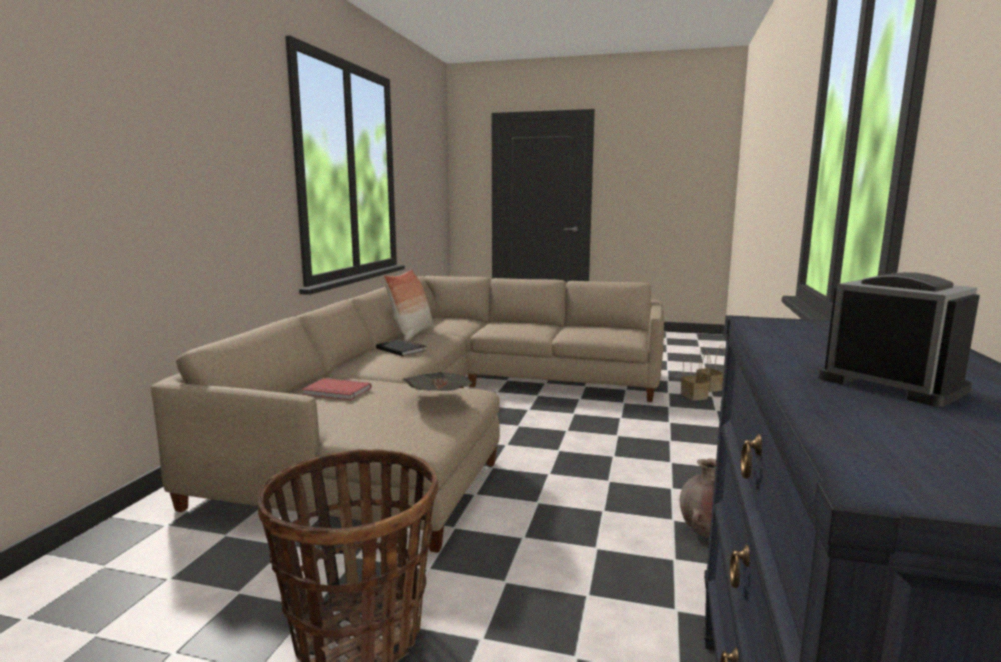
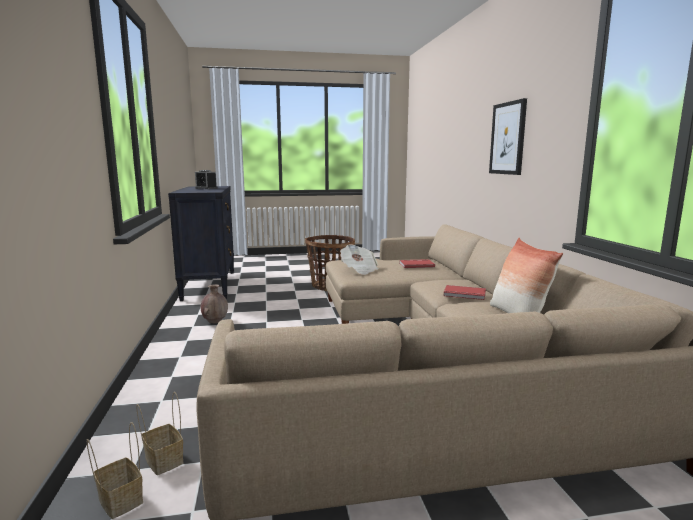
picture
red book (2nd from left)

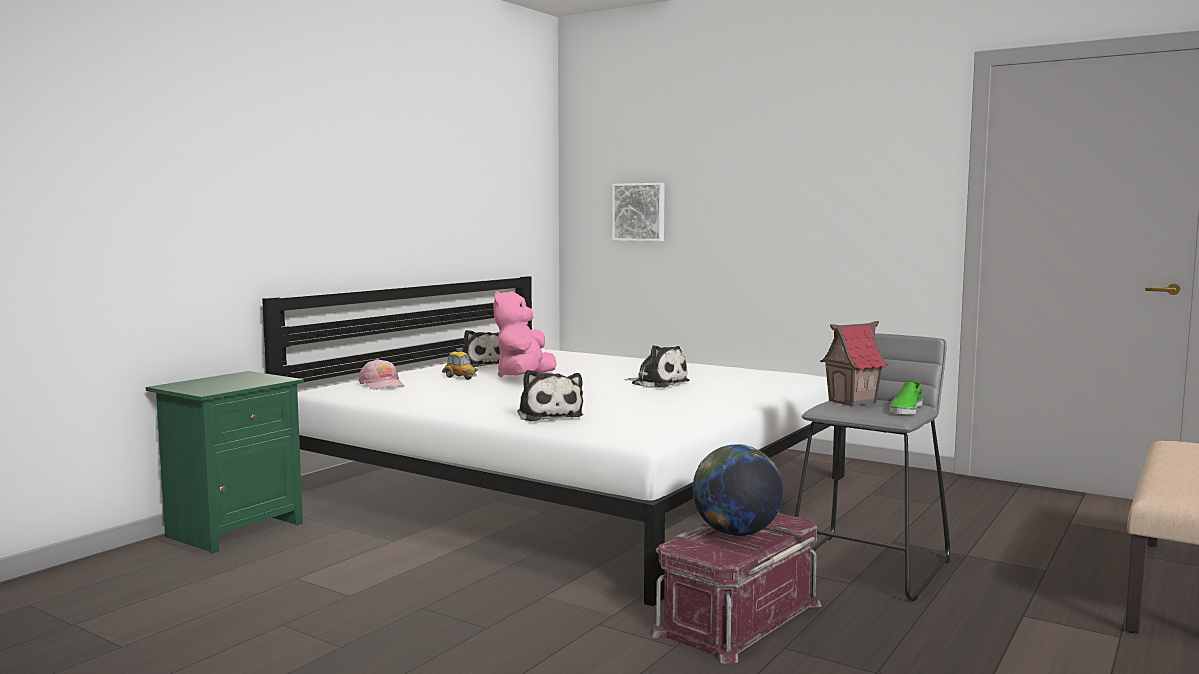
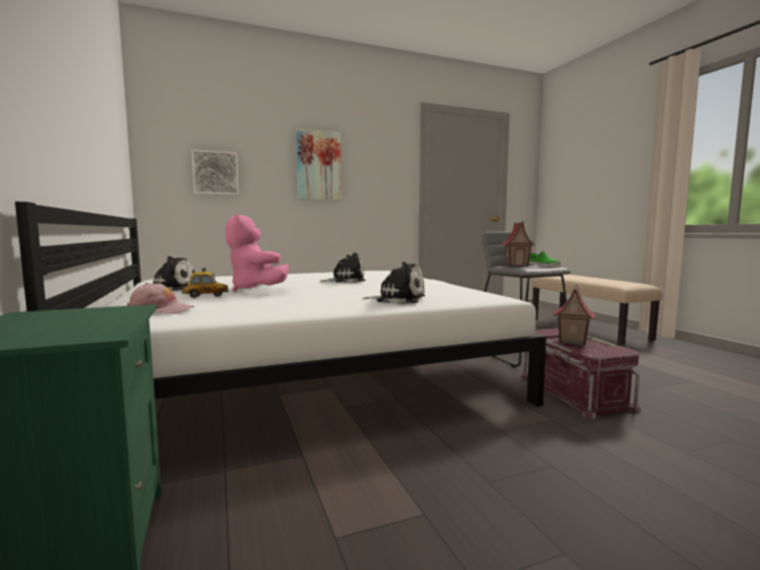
picture (2nd from left)
toy house (2nd from left)

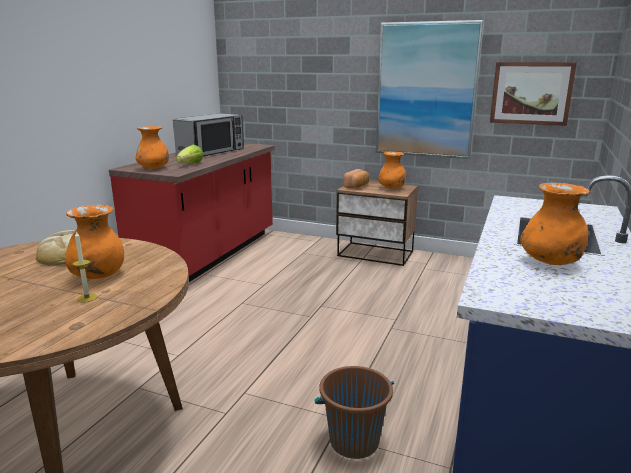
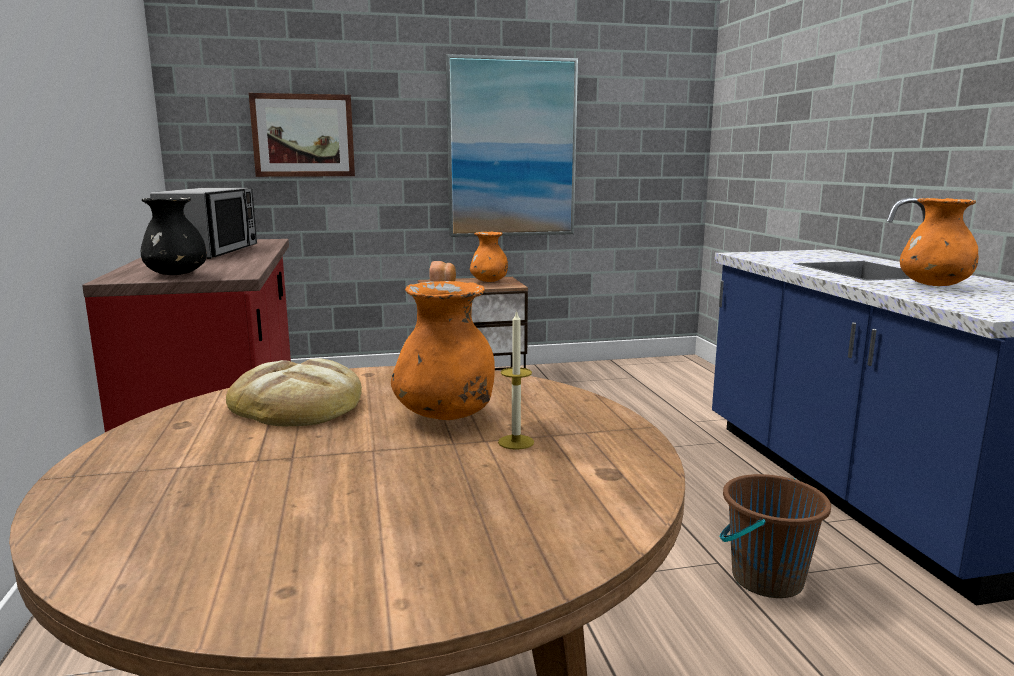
lettuce
picture (1st from left)
black vase

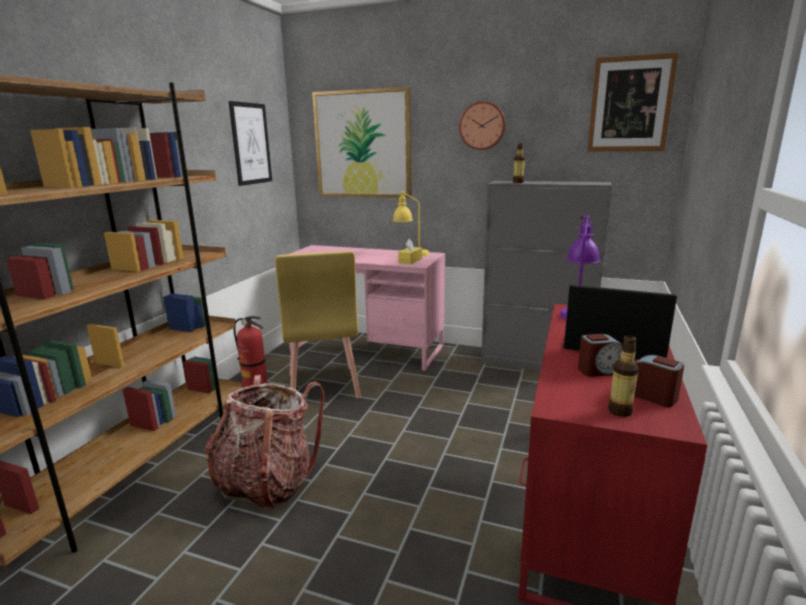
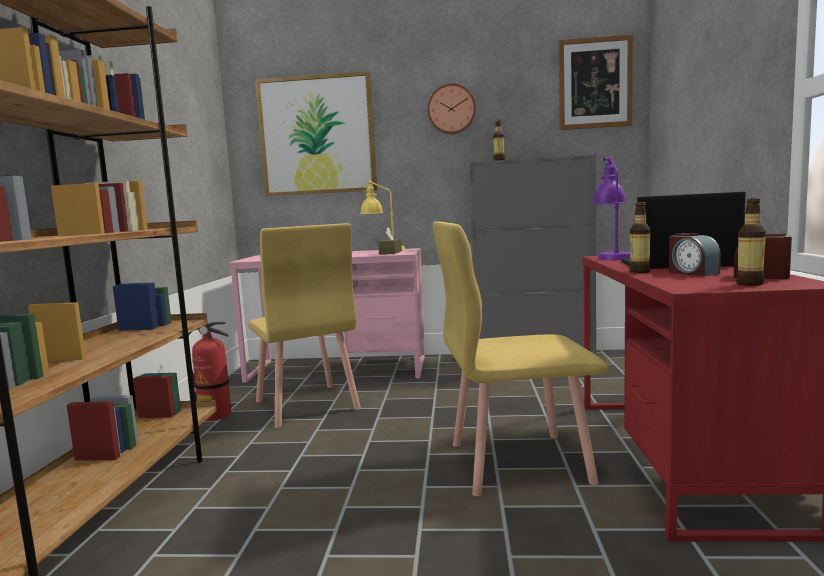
backpack
picture (1st from left in the first image)
yellow chair (2nd from left)
bottle (2nd from left)
brown tissue box
alarm clock (1st from left)

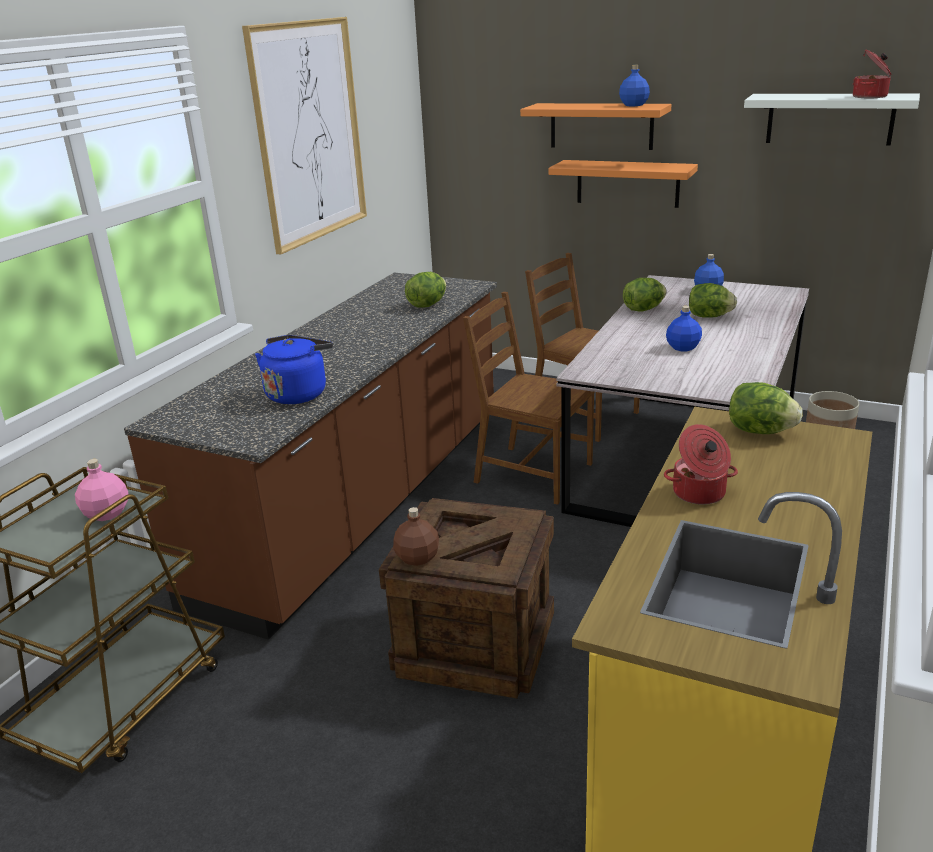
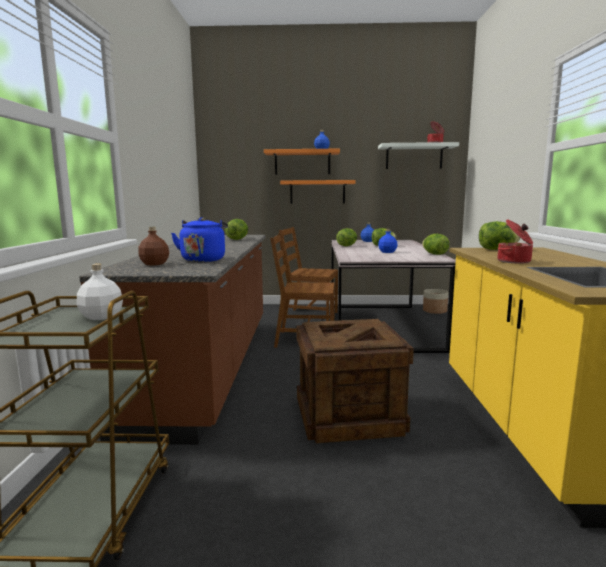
picture
lettuce (4th from left)
brown bottle
white bottle

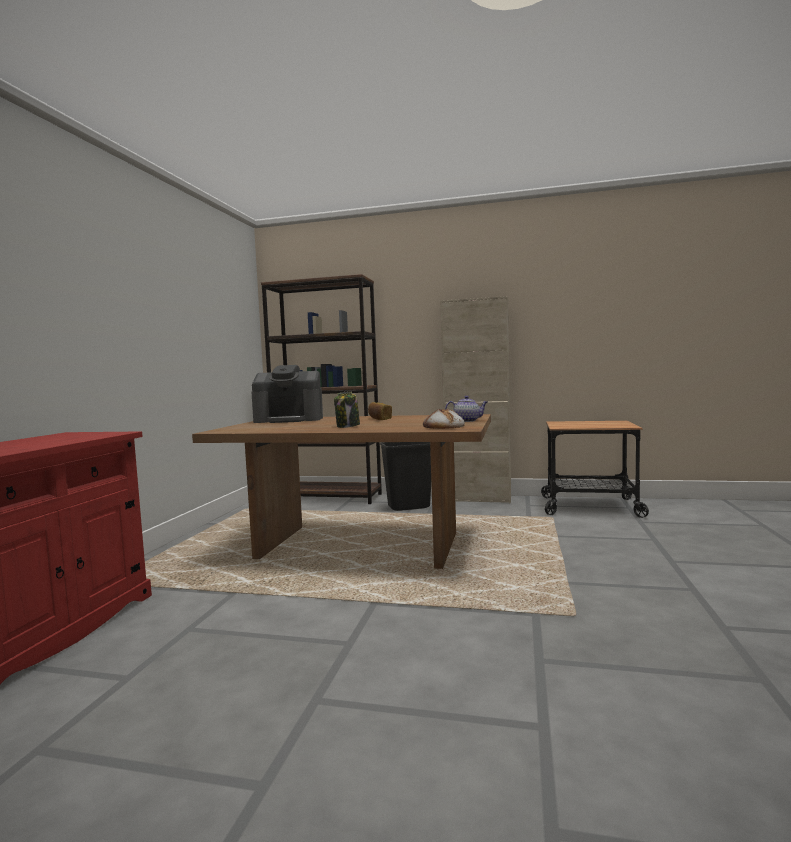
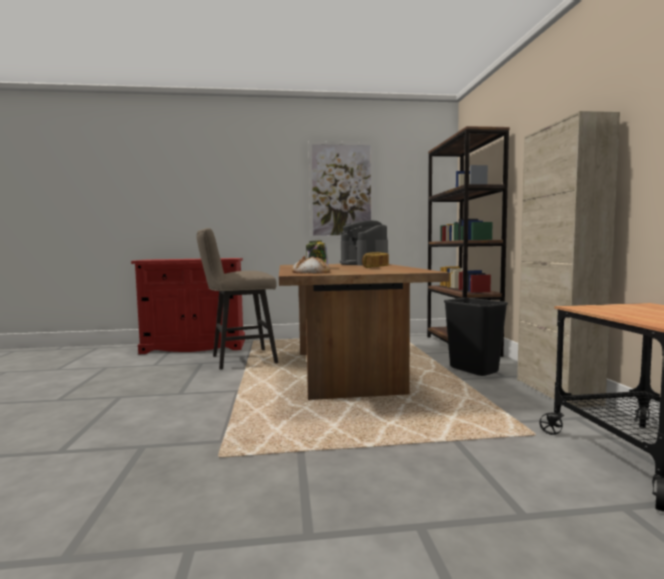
teapot
beige stool
picture

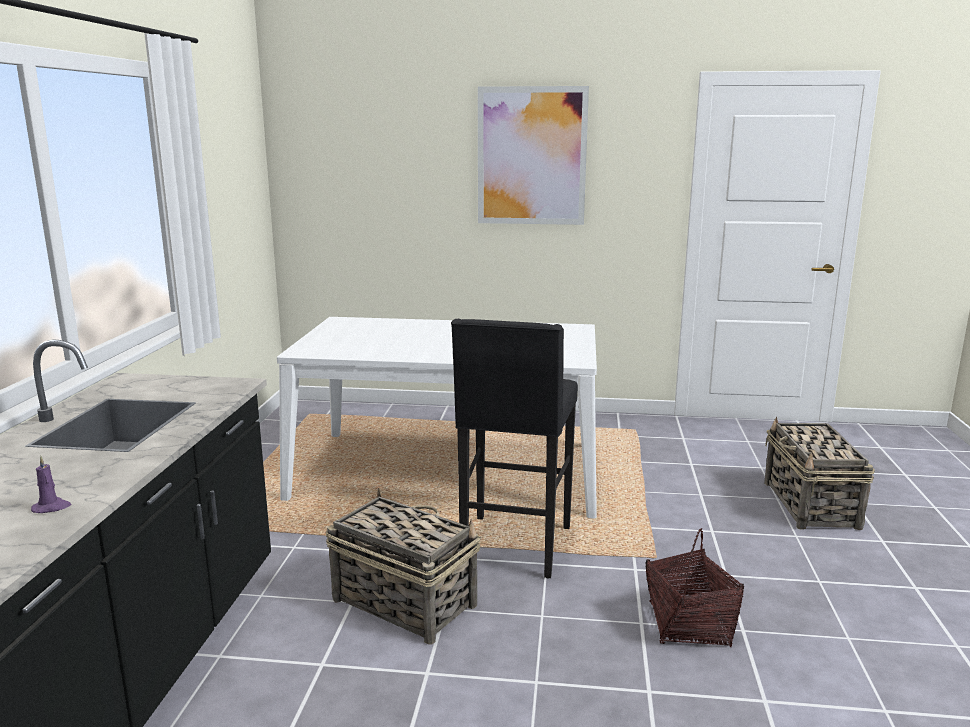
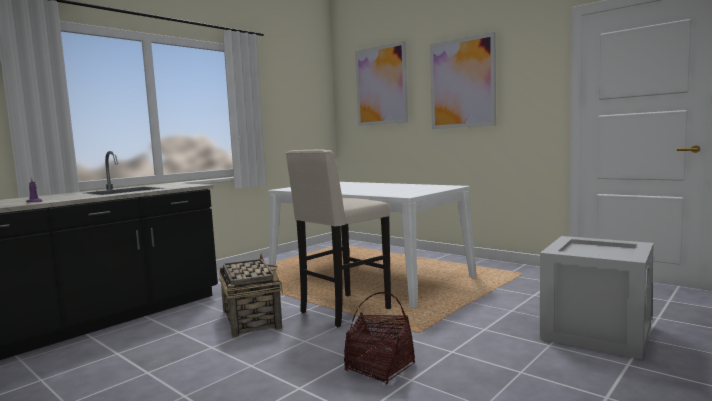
picture (1st from left)
crate
beige stool

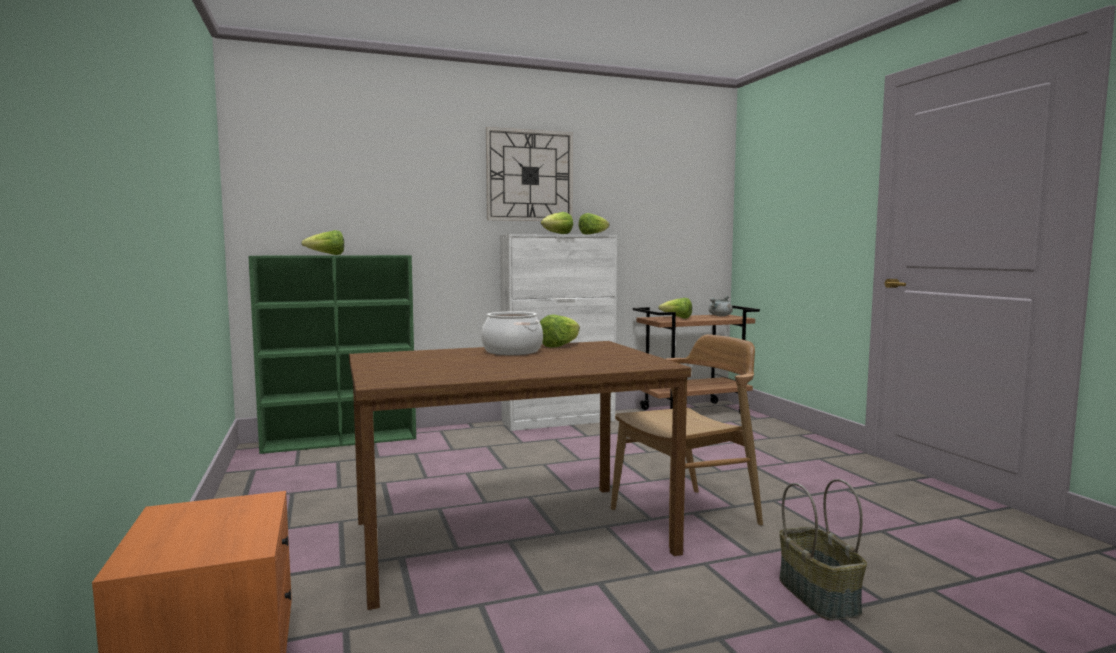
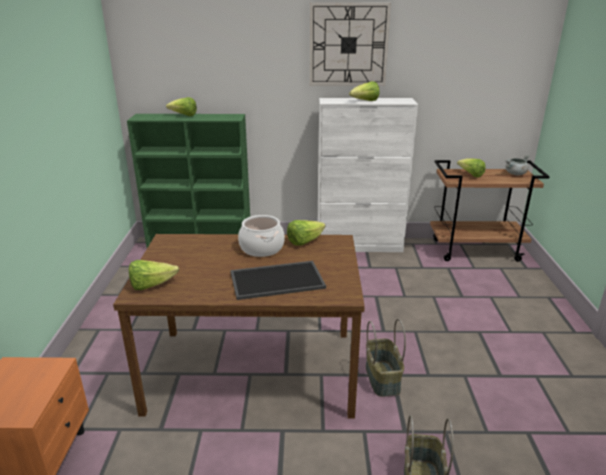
tray
lettuce (1st from left)
basket (1st from left)

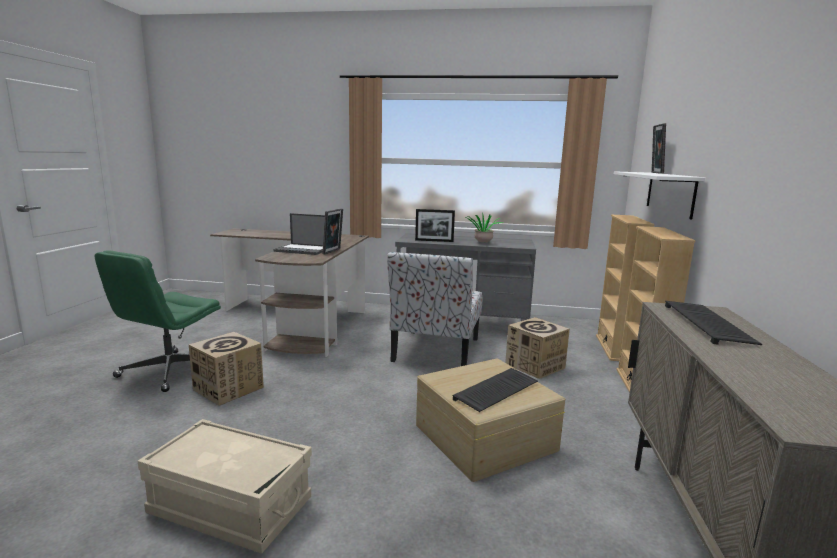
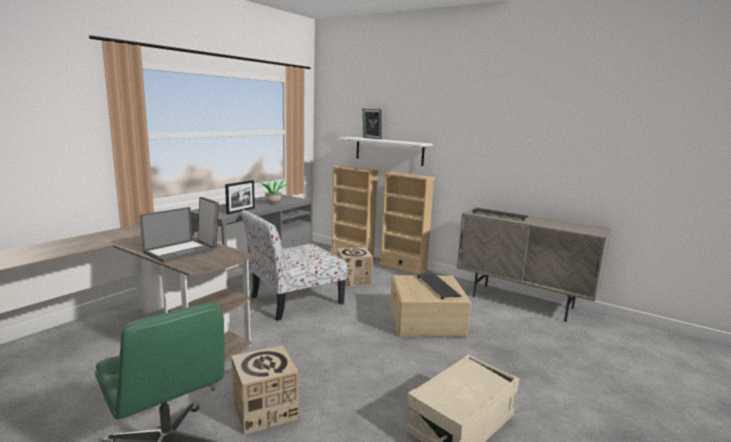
chair

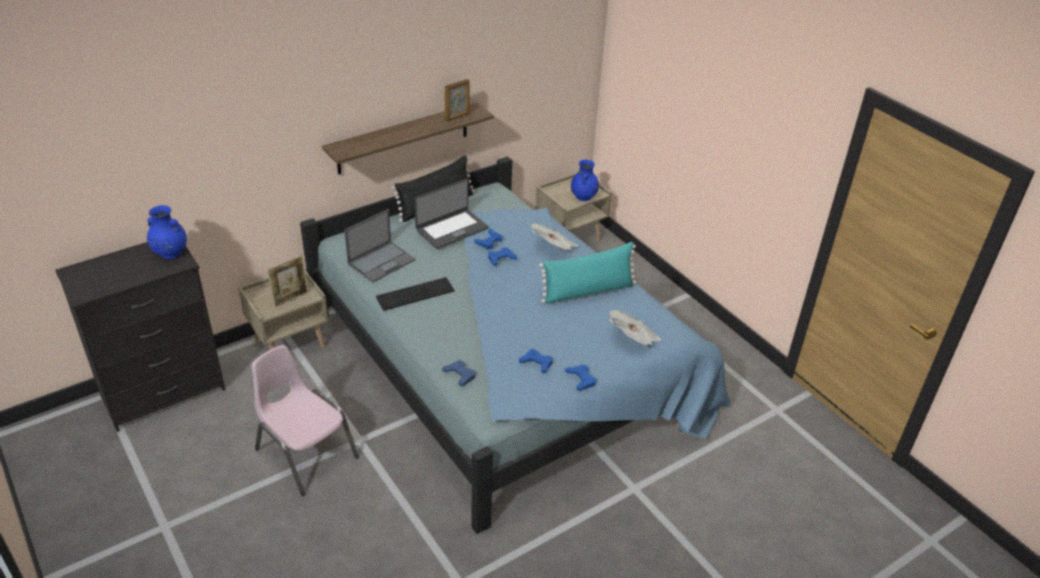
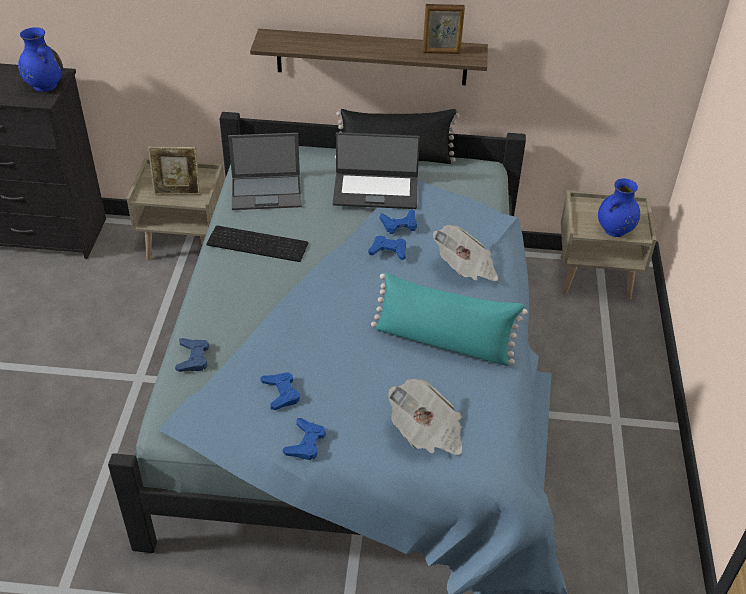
pink chair

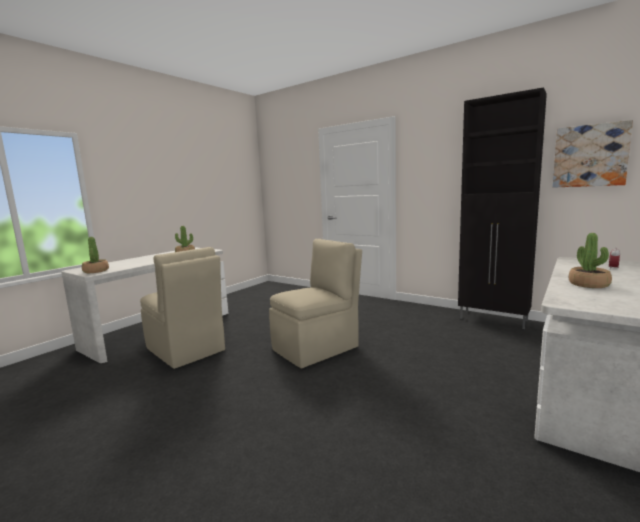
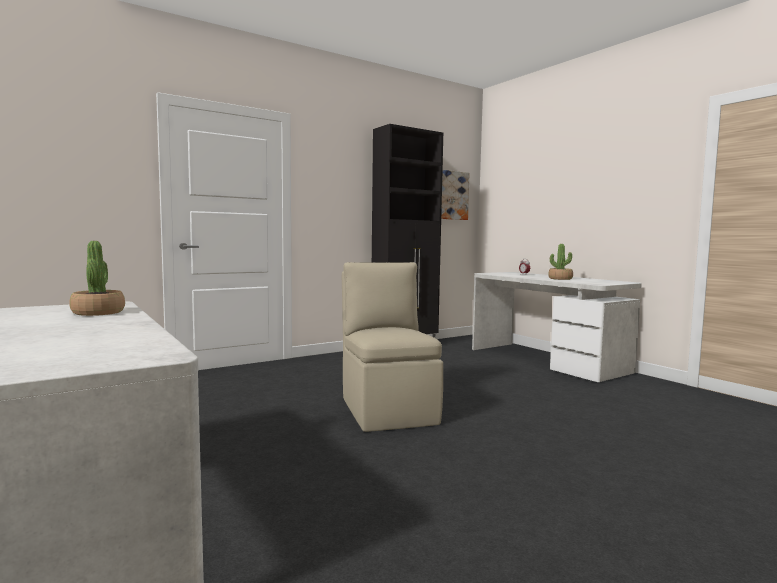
potted plant (1st from left in the first image)
beige chair (1st from left in the first image)

